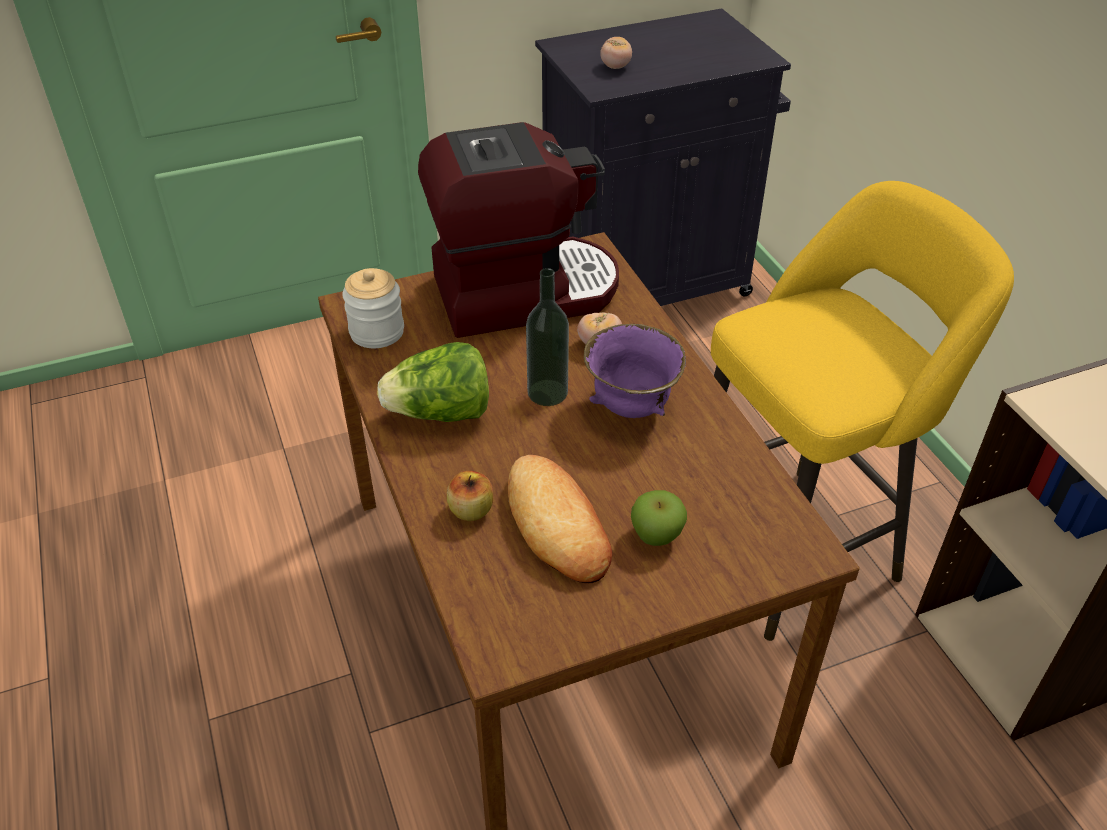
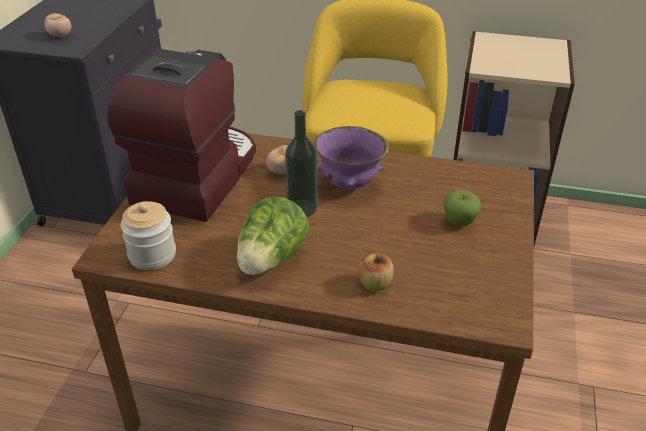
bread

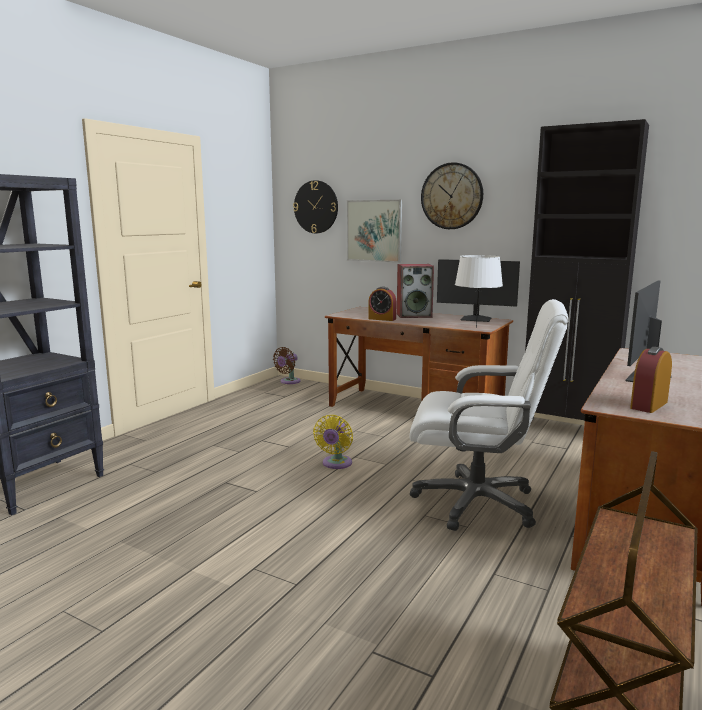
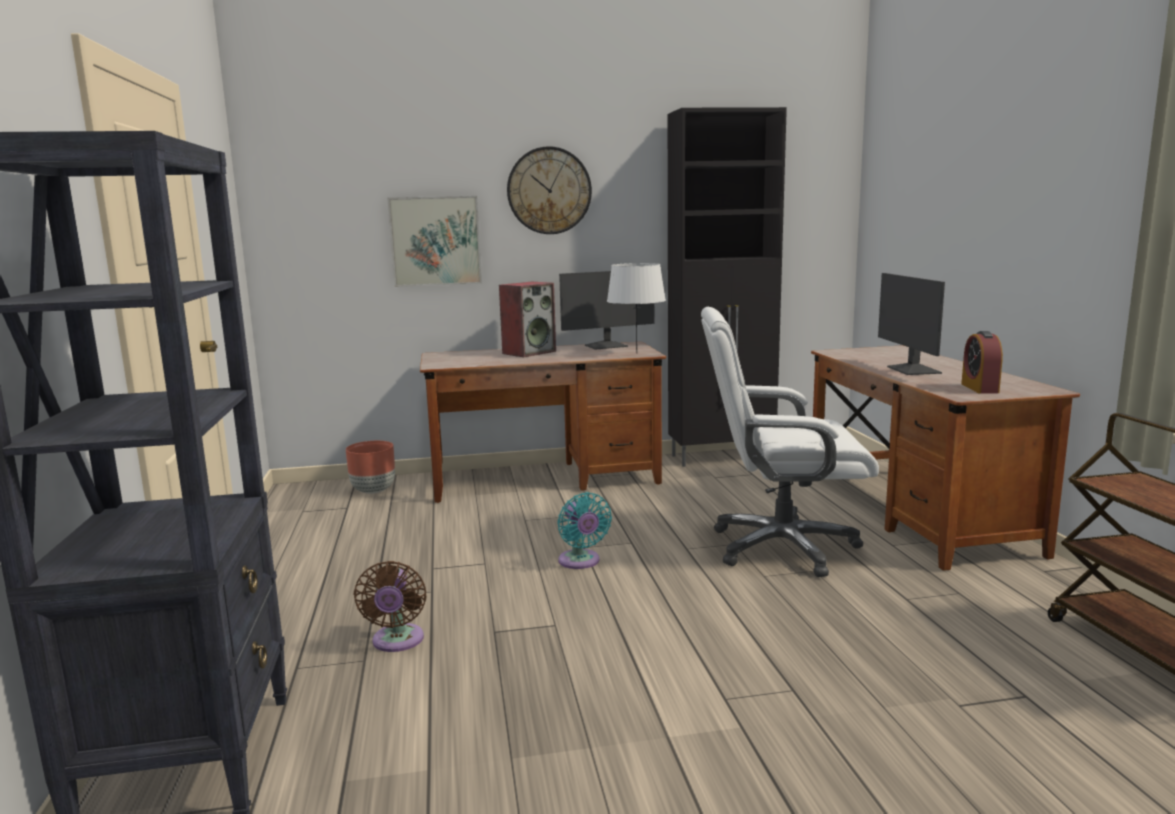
wall clock (1st from left in the first image)
alarm clock (1st from left in the first image)
brown planter
brown fan
turquoise fan
white office chair

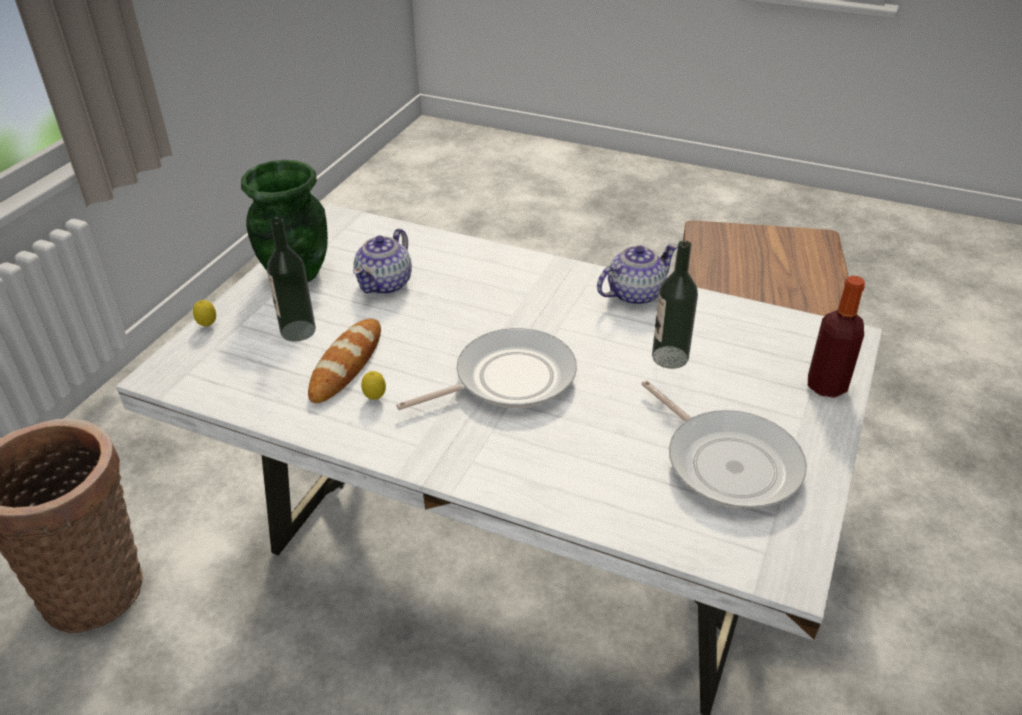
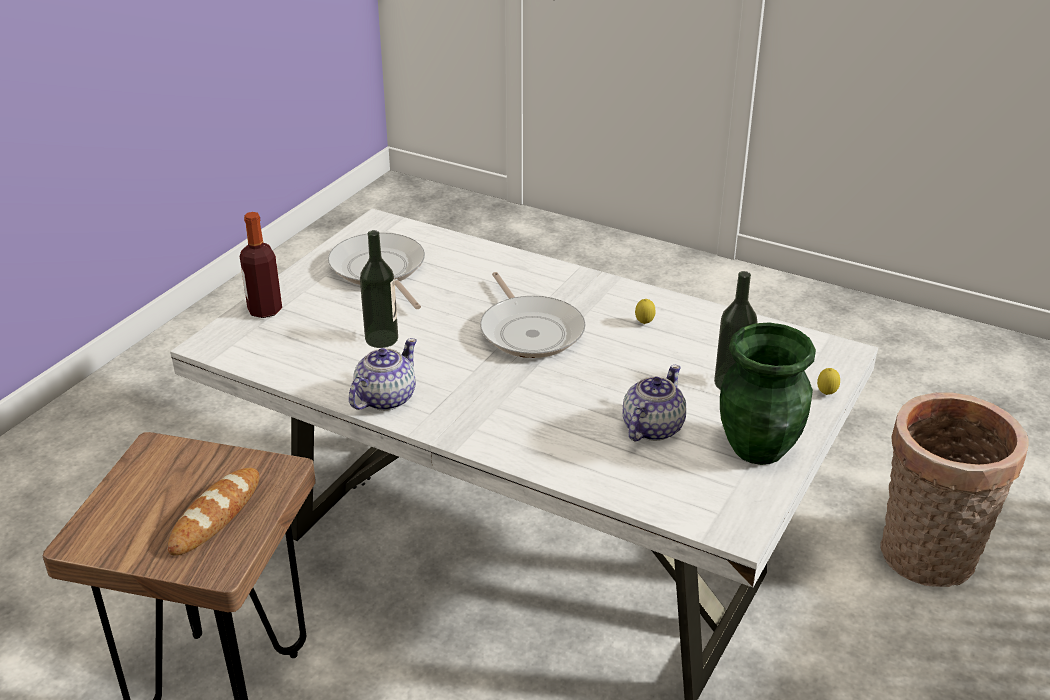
bread
frying pan (2nd from left)
teapot (1st from left)

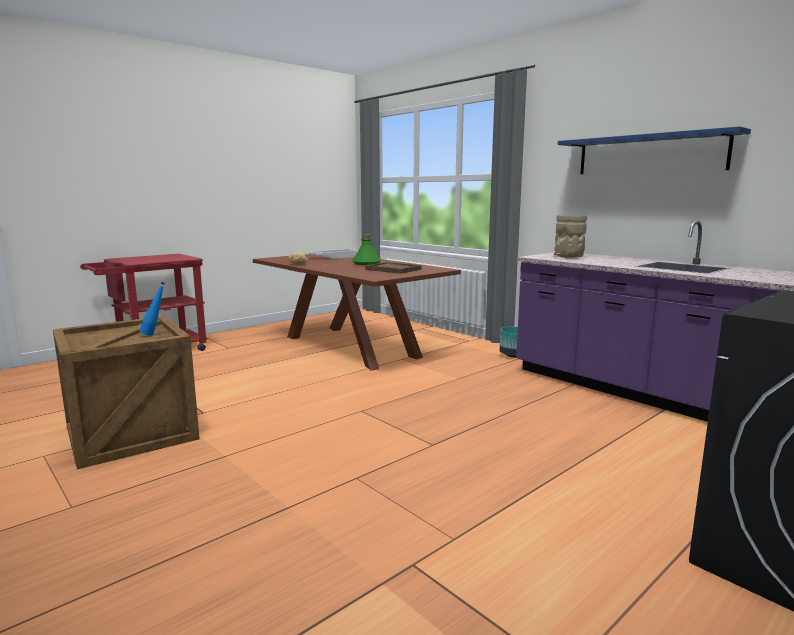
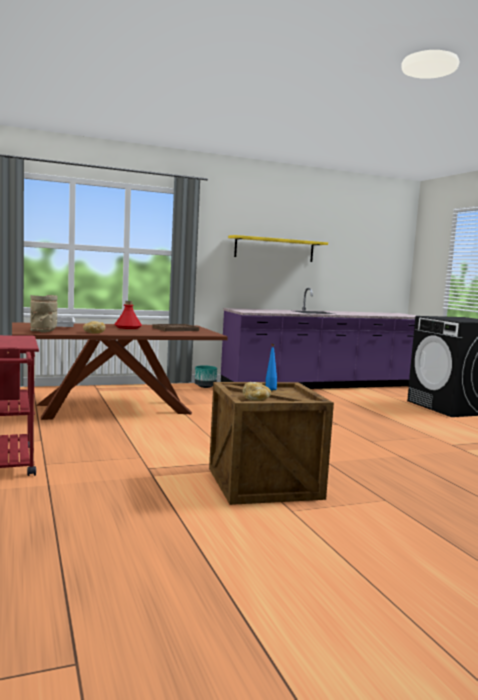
bread (2nd from left)
beige vase
red bottle
yellow shelf

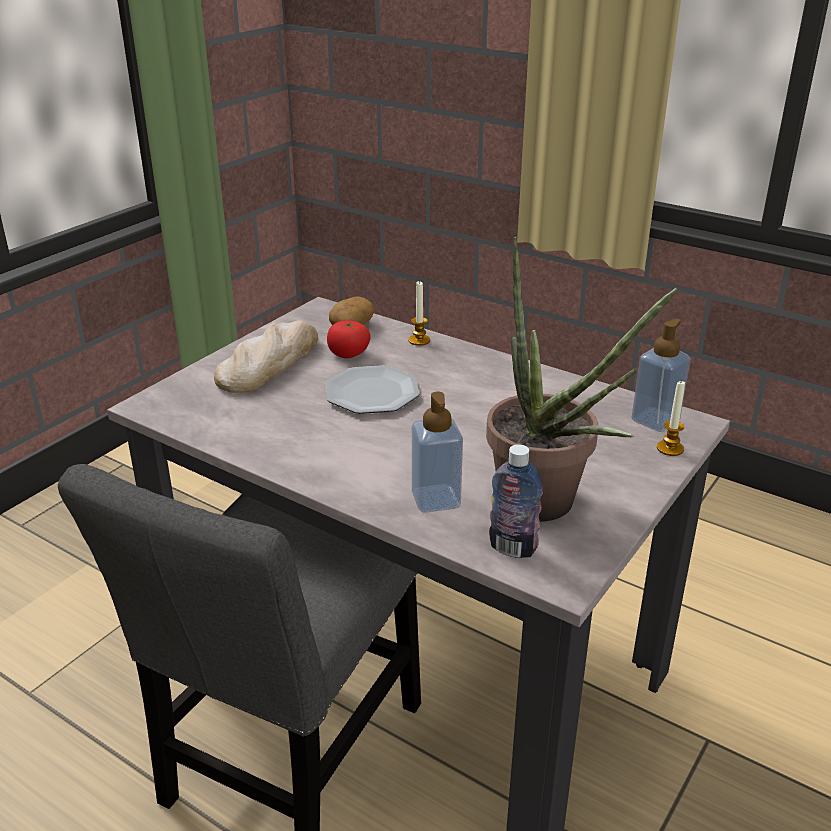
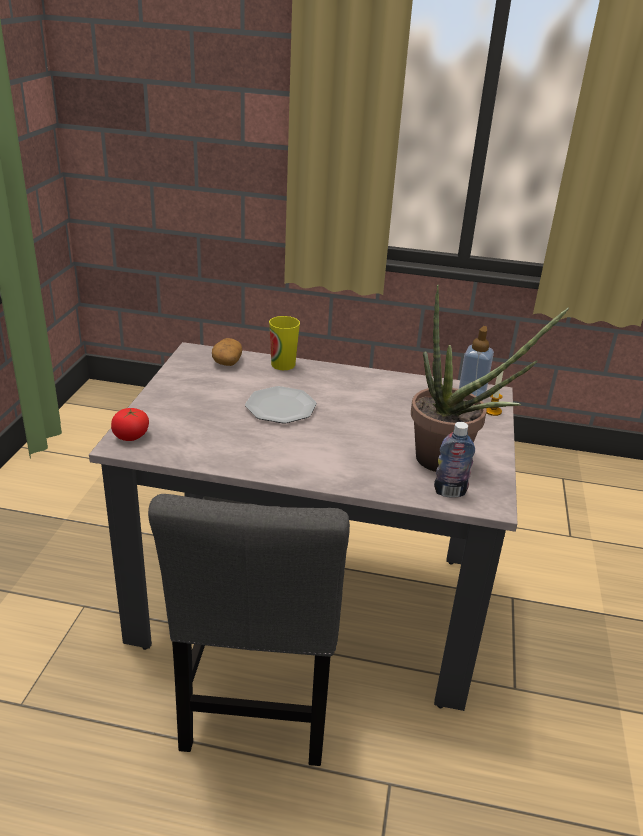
bread
soap dispenser (1st from left in the first image)
tomato
cup

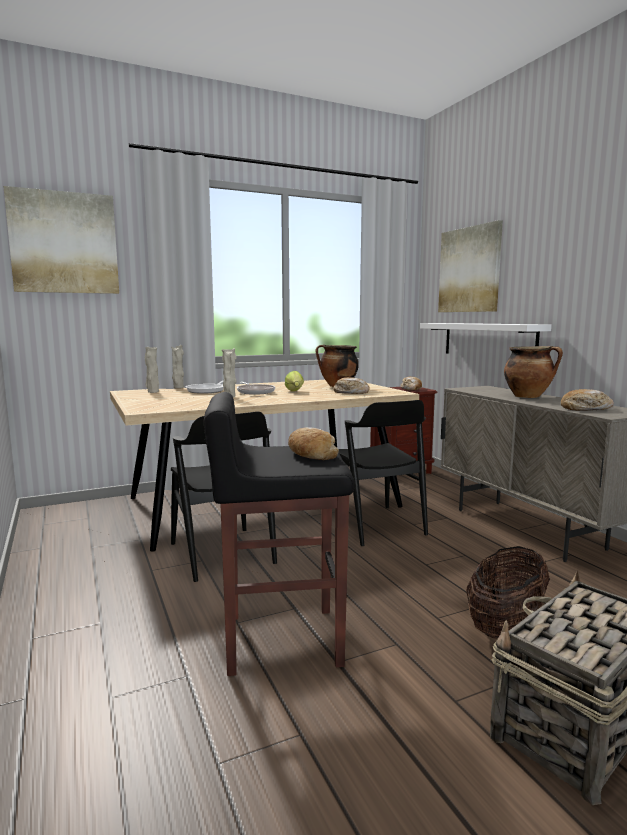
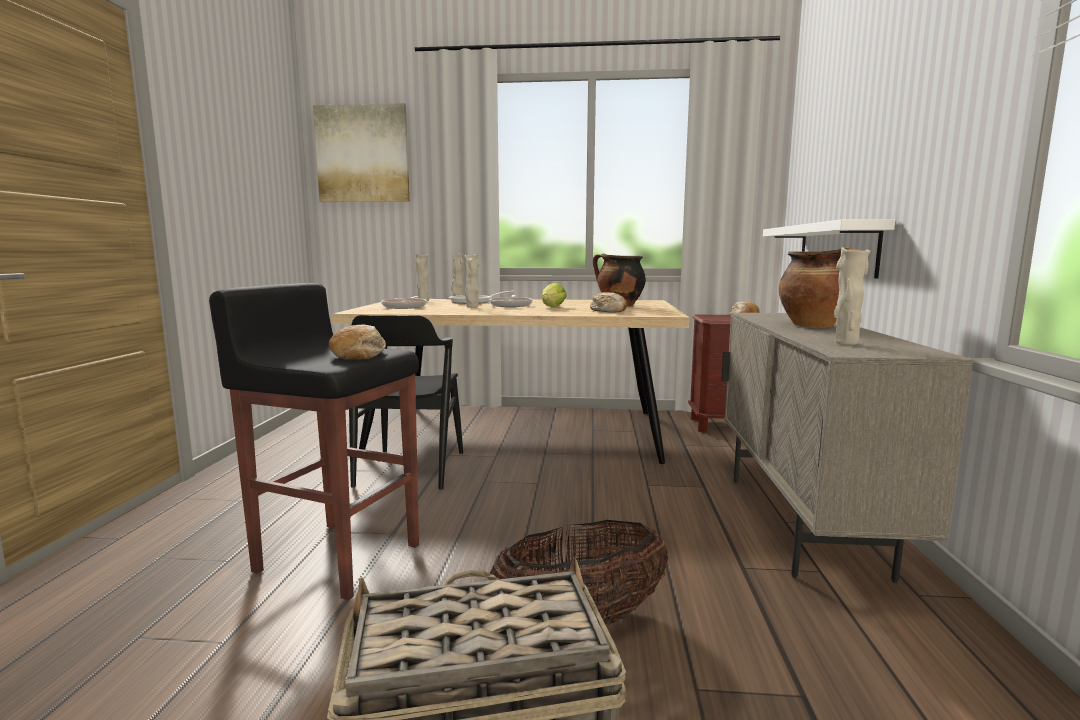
black chair (2nd from left in the first image)
picture (2nd from left in the first image)
frying pan (1st from left)
beige vase (4th from left)

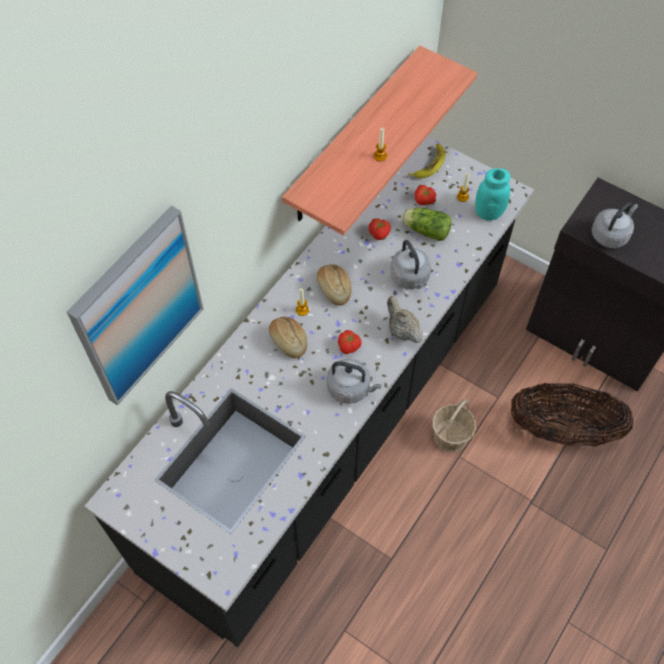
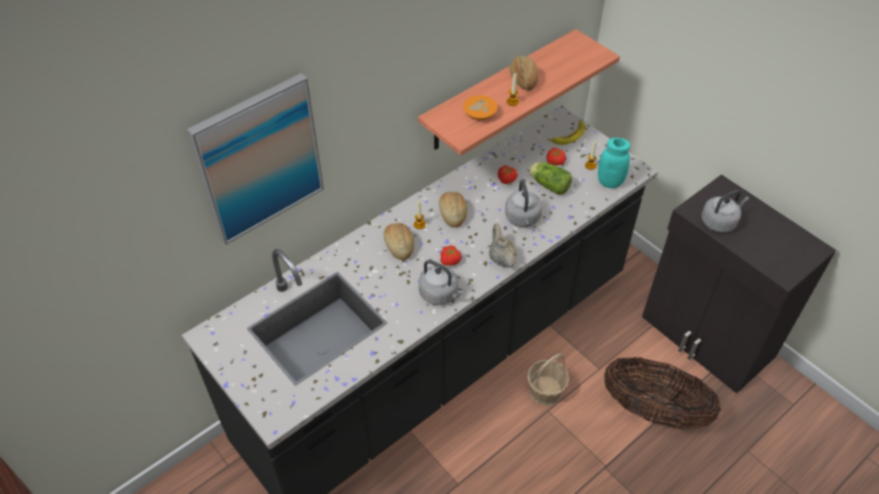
orange bowl
bread (3rd from left)

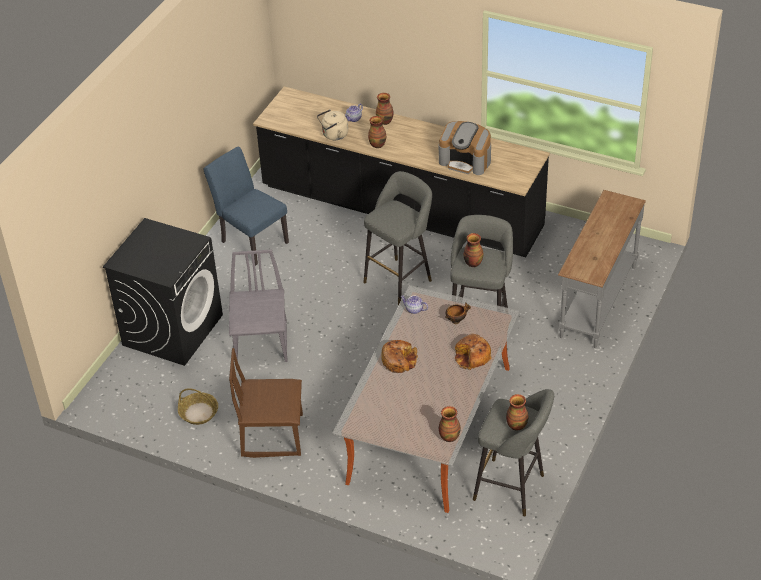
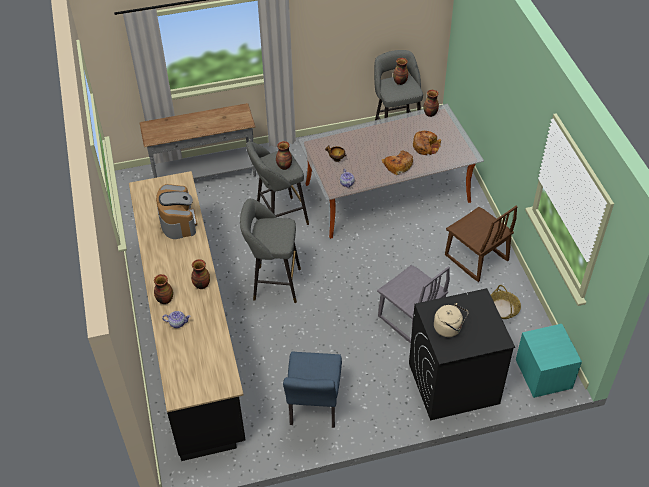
turquoise nightstand
beige kettle
bread (2nd from left)
grey chair

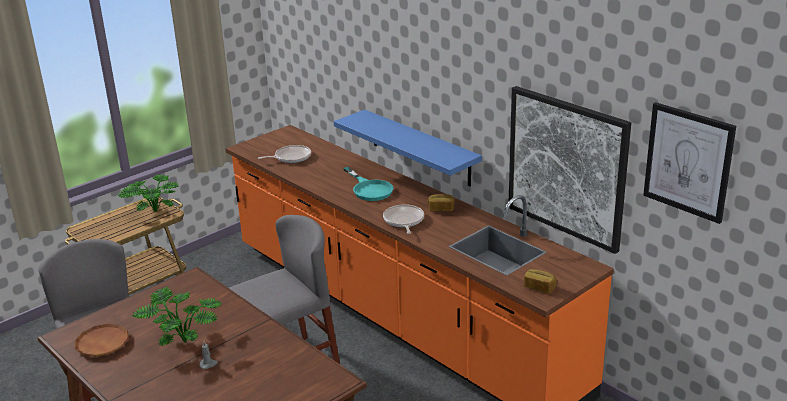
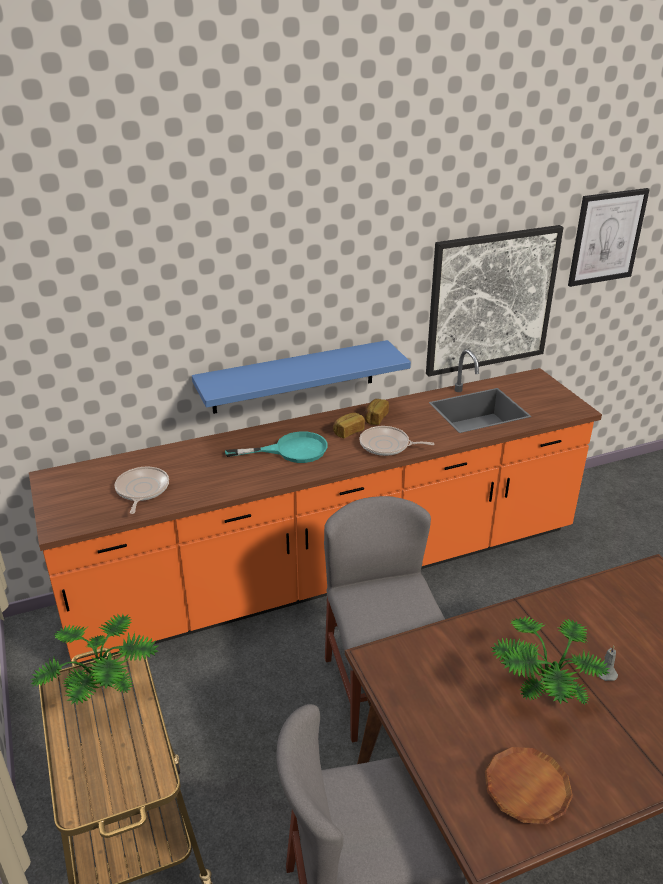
bread (1st from left)

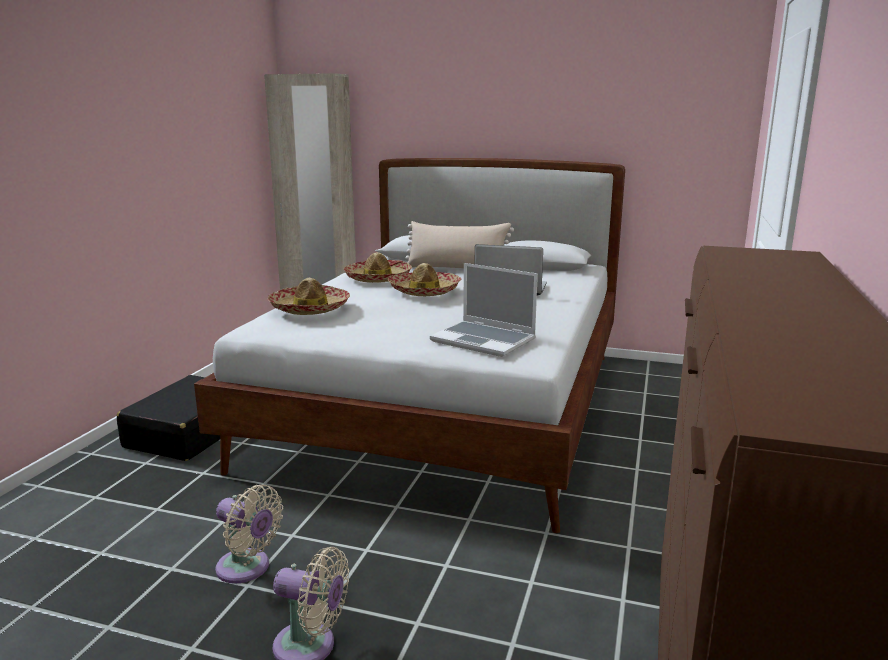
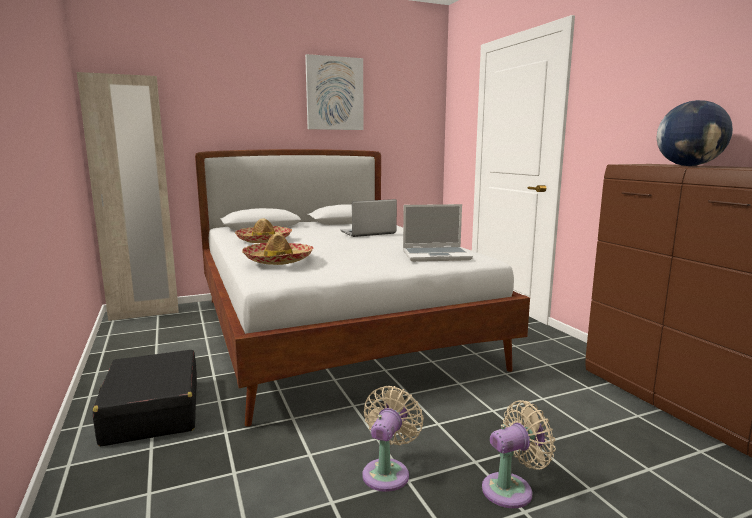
hat (3rd from left in the first image)
beige pillow
picture
globe
beige fan (1st from left)

